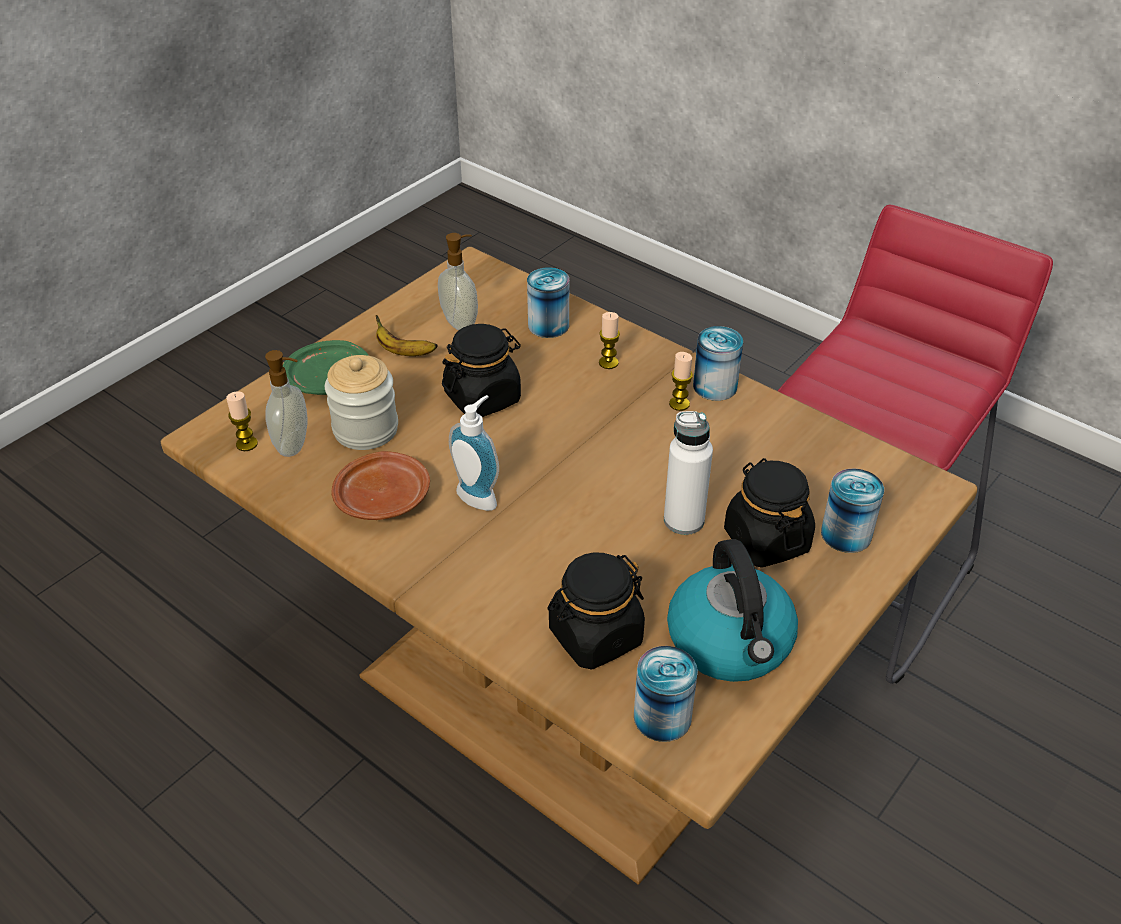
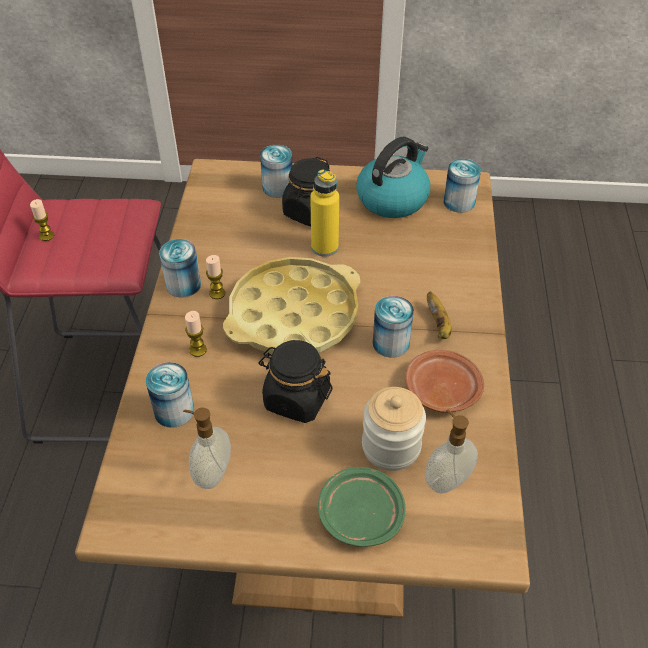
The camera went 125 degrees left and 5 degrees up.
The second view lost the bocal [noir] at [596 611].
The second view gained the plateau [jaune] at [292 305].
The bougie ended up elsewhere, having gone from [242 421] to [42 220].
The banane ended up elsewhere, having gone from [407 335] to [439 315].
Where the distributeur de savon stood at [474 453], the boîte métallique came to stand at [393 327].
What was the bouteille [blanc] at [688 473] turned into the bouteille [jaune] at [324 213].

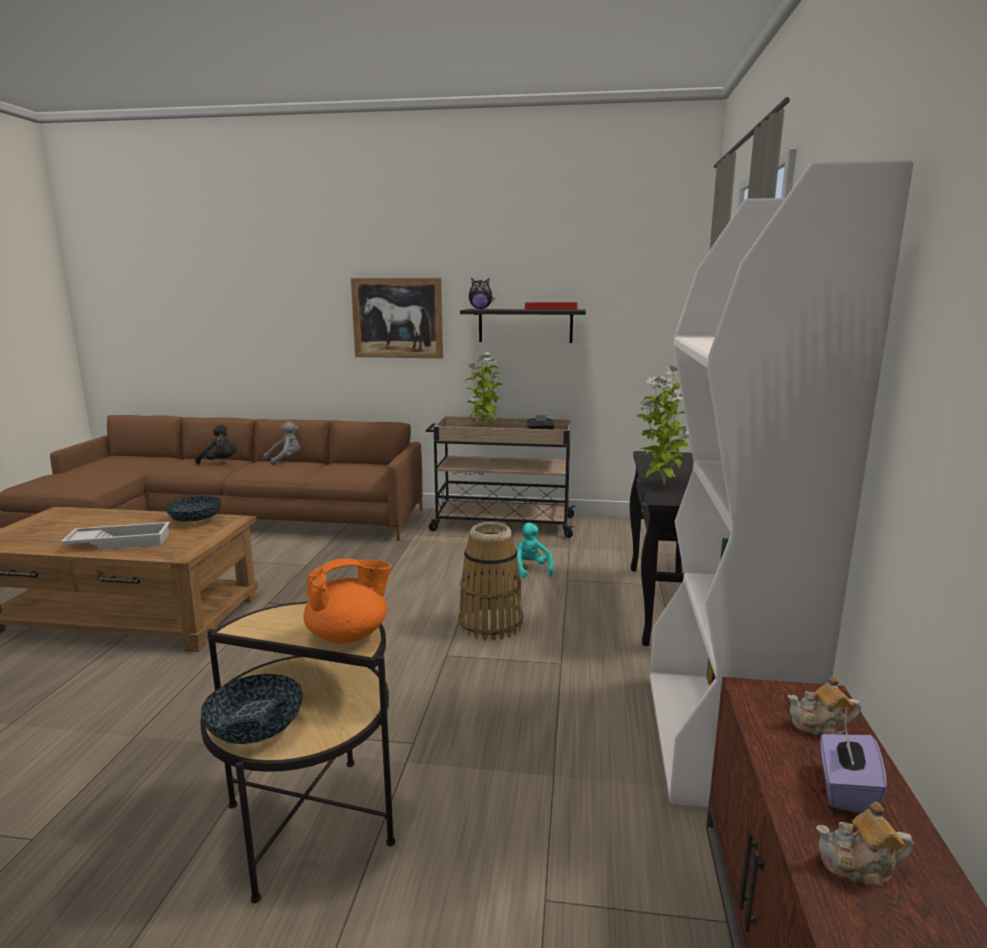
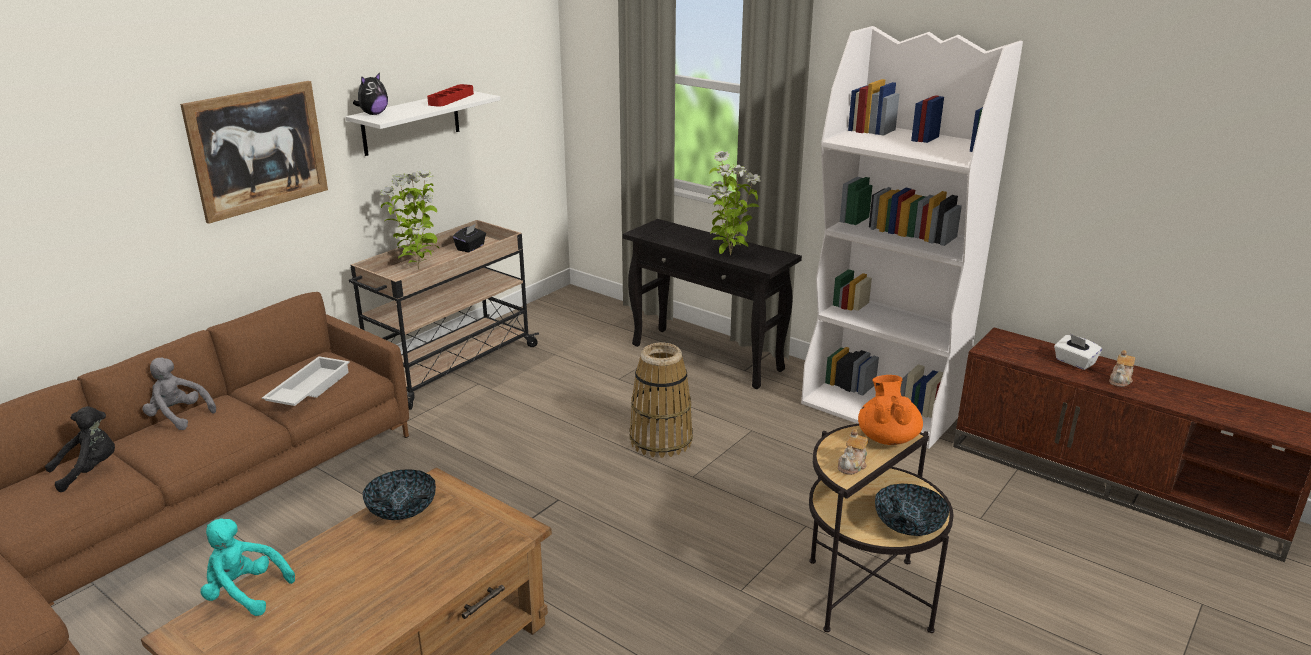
The camera went 60 degrees left and 10 degrees up.
The plateau [blanc] ended up elsewhere, having gone from [115 536] to [306 381].
The peluche [turquoise] ended up elsewhere, having gone from [535 550] to [248 567].
The théière ended up elsewhere, having gone from [824 705] to [853 452].
What was the étagère [noir] at [523 326] turned into the étagère [blanc] at [423 123].
What was the boîte à mouchoirs [violet] at [853 769] turned into the boîte à mouchoirs [blanc] at [1078 352].
The peluche [gris] at [281 443] ended up facing another way, 60 degrees counterclockwise from before.

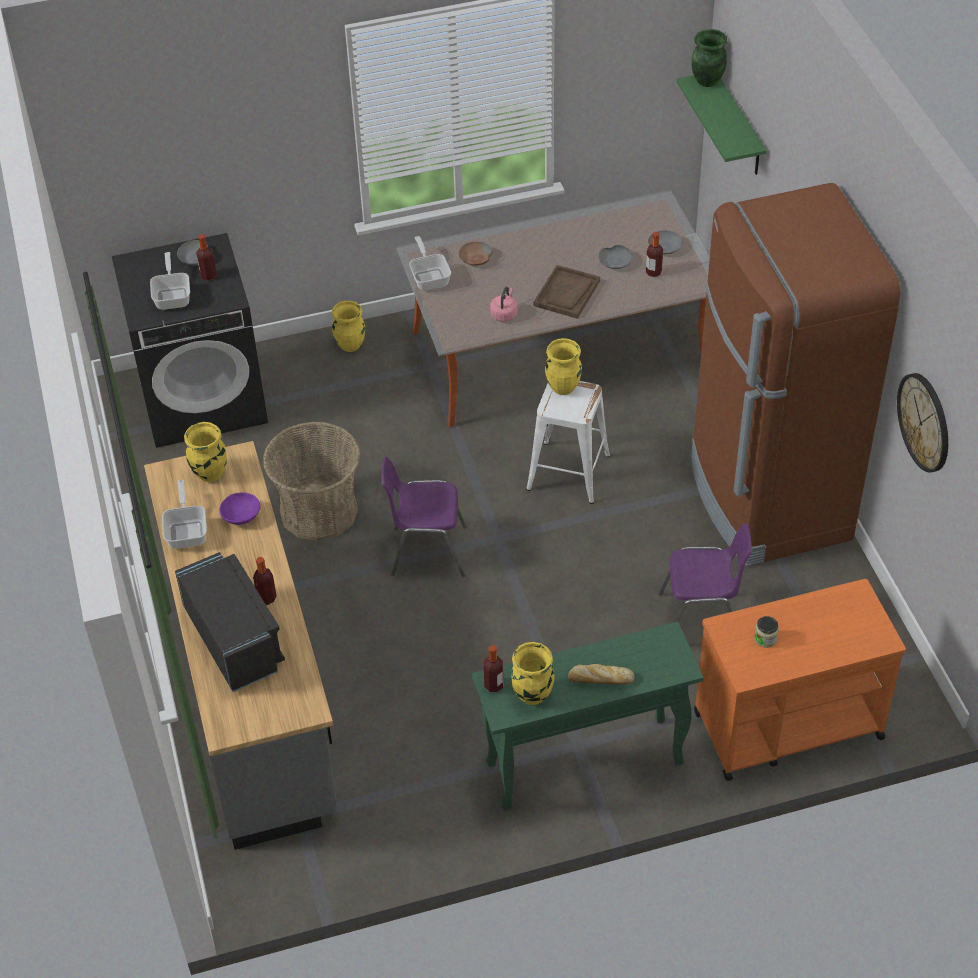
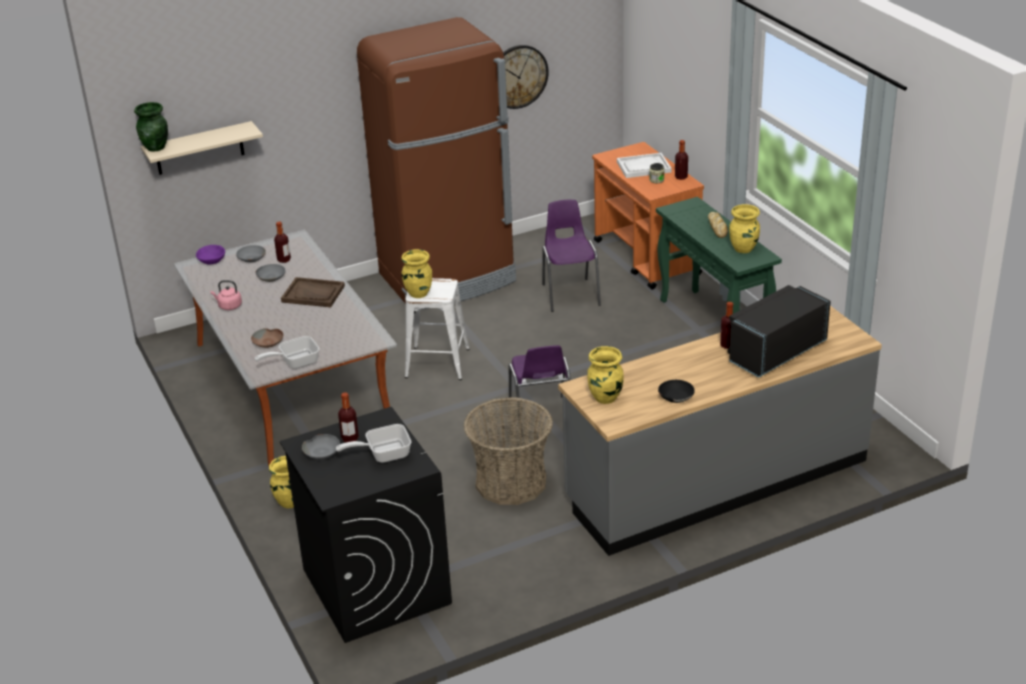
The camera went 100 degrees left and 15 degrees down.
The second view gained the plateau [blanc] at [644 165].
The bol [violet] ended up elsewhere, having gone from [239 509] to [210 255].
The bouteille ended up elsewhere, having gone from [493 668] to [681 160].
The bouilloire [rose] ended up elsewhere, having gone from [504 304] to [226 295].
Where the poêle stood at [184 514], the bol [noir] came to stand at [676 391].
What was the étagère [vert] at [721 125] turned into the étagère [beige] at [202 148].

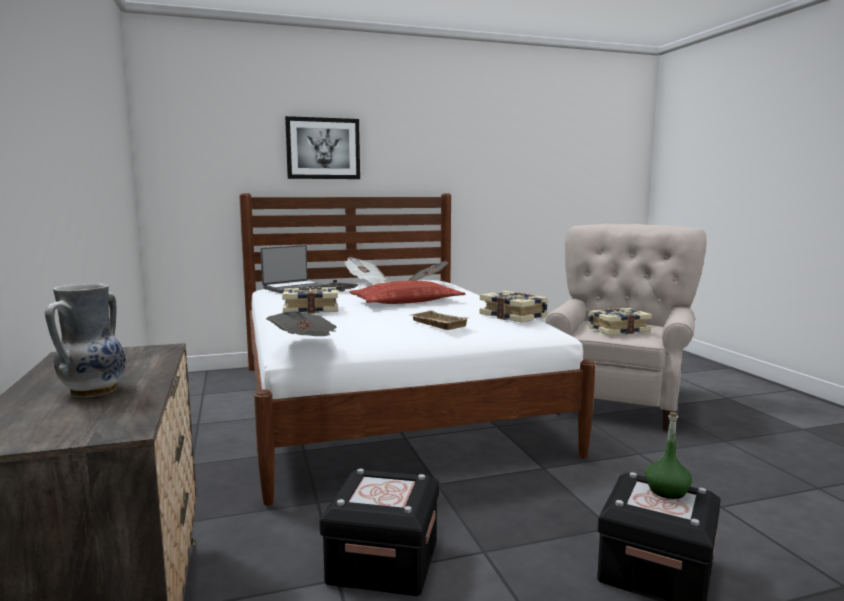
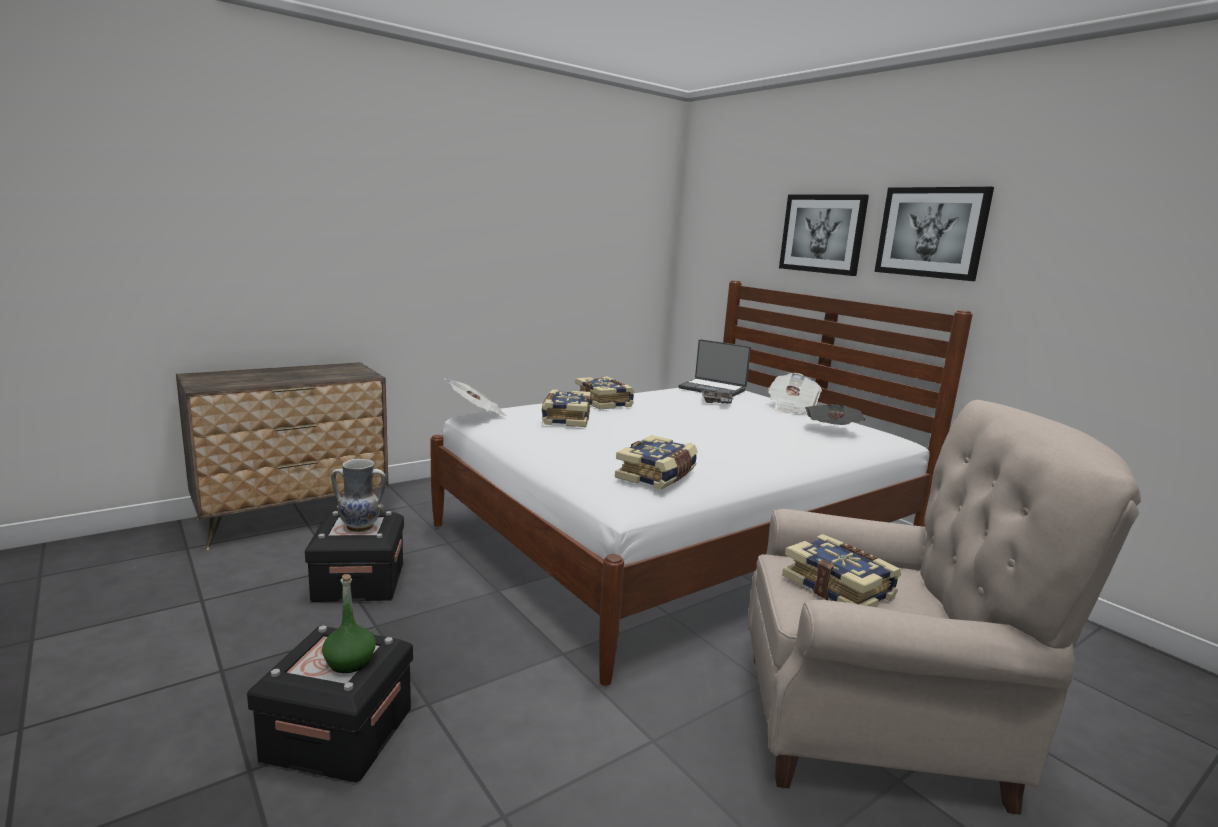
The camera went 70 degrees right and 5 degrees up.
The second view lost the coussin at [407 292].
The second view lost the plateau [beige] at [440 320].
The second view gained the livre at [566 408].
The second view gained the tableau at [934 234].
The vase ended up elsewhere, having gone from [85 340] to [358 495].

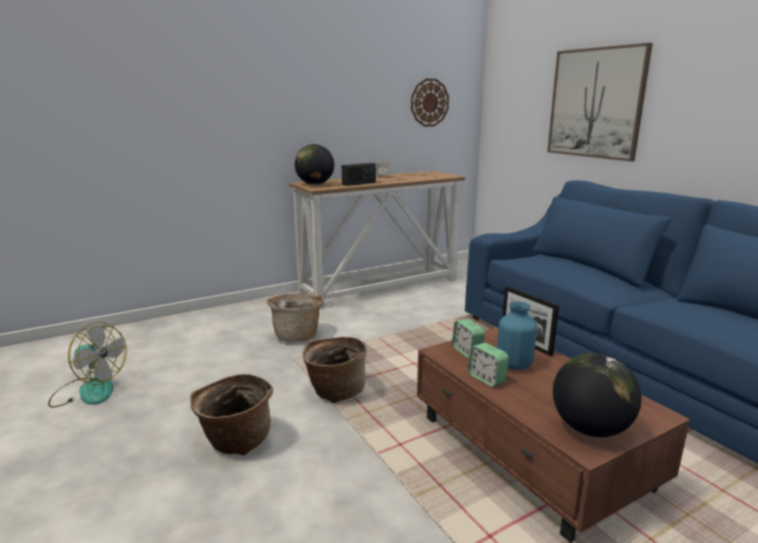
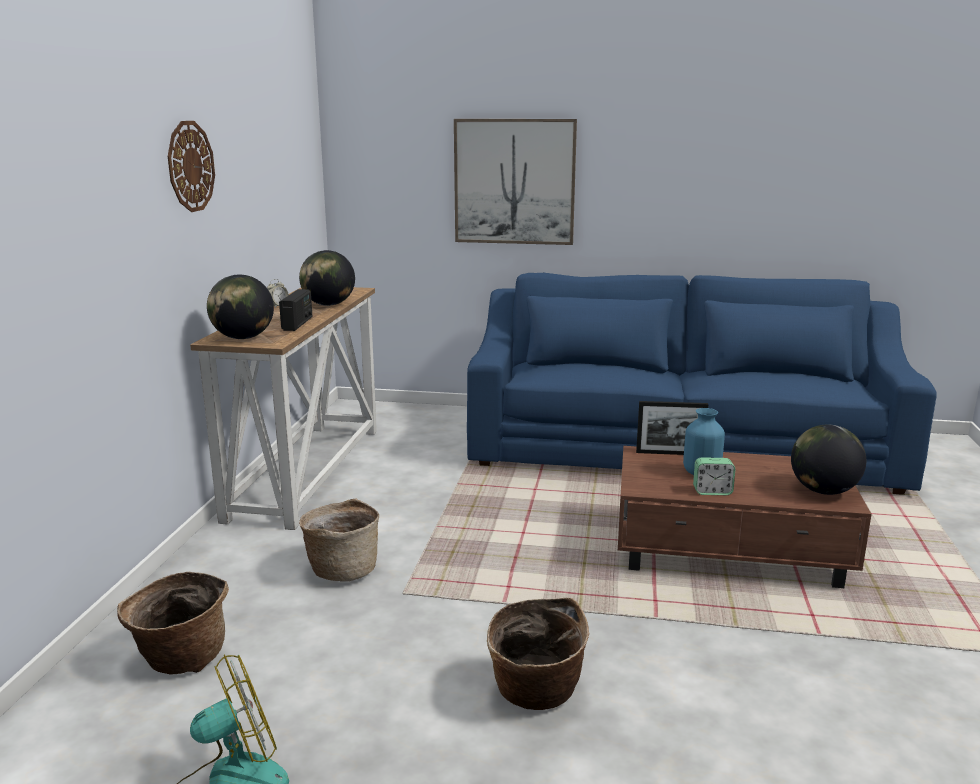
The camera went 50 degrees left and 0 degrees up.
The second view lost the réveil at [468 338].
The second view gained the globe at [327 278].
The panier ended up elsewhere, having gone from [334 370] to [173 623].
The horloge murale ended up elsewhere, having gone from [430 103] to [191 166].

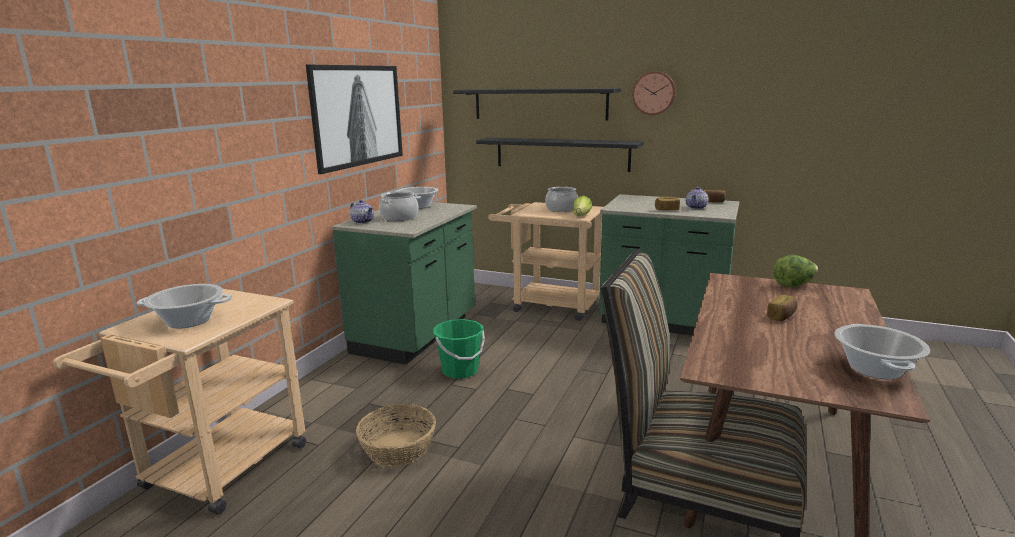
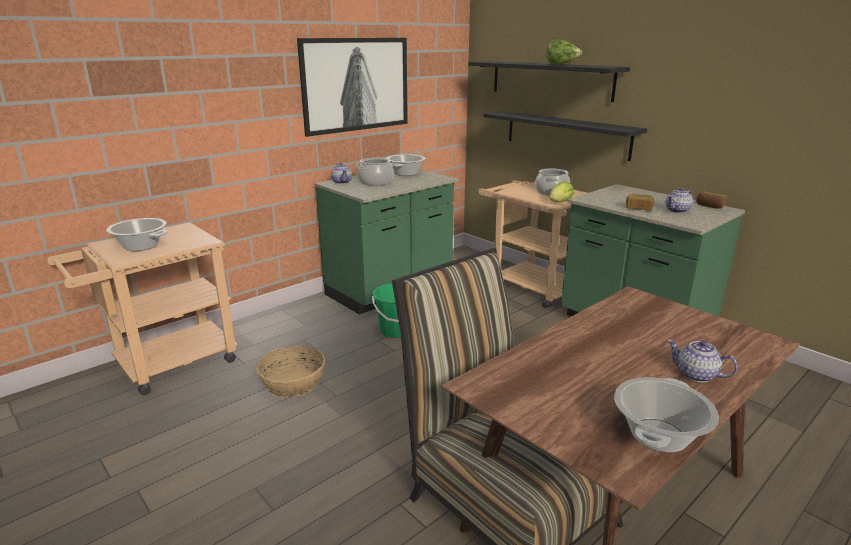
The camera went 25 degrees right and 5 degrees up.
The second view lost the horloge murale at [654 93].
The second view lost the pain at [782 308].
The second view gained the théière at [702 361].
The laitue ended up elsewhere, having gone from [795 271] to [564 52].

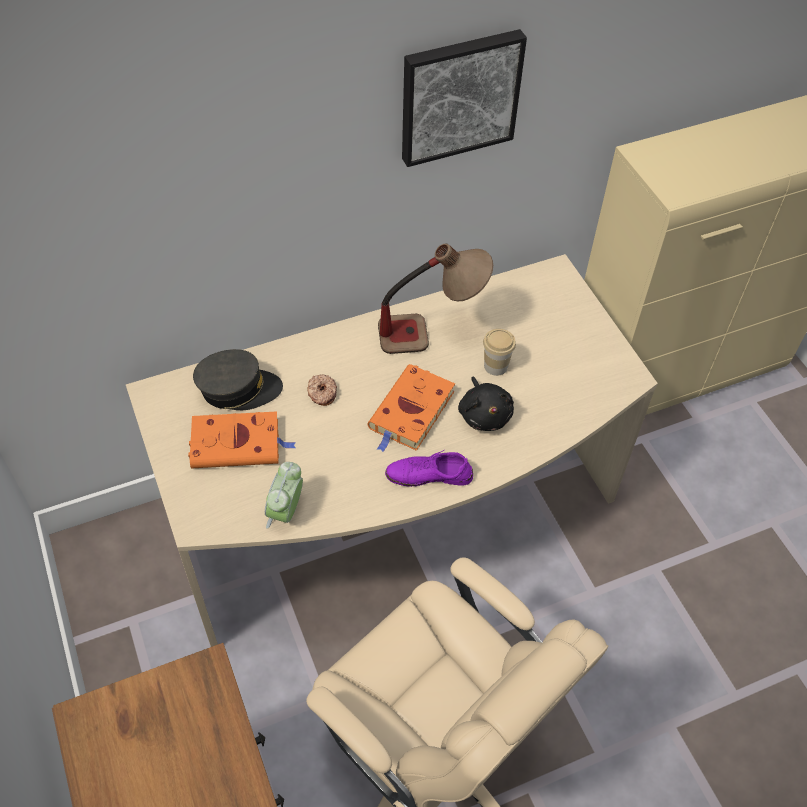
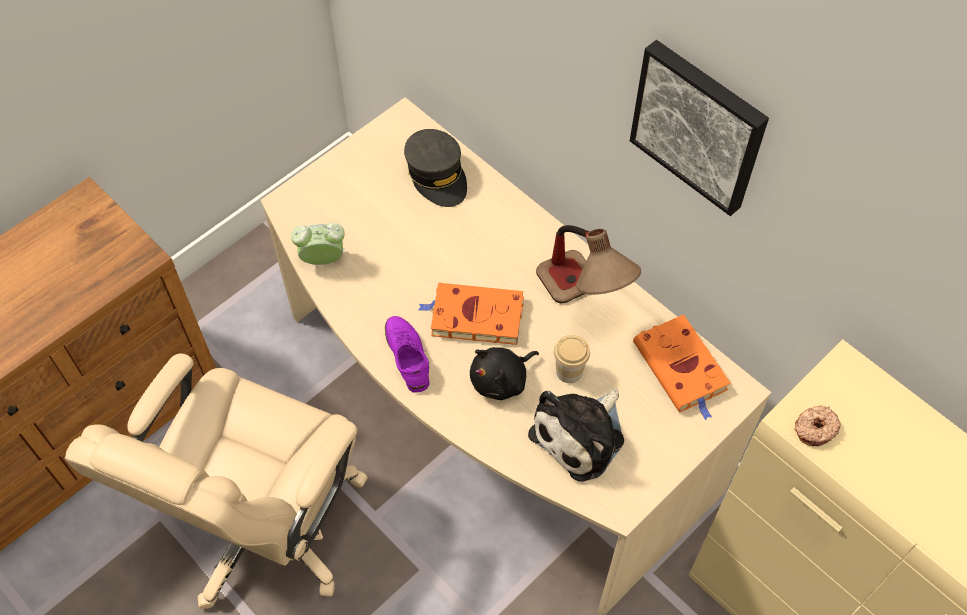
The camera went 70 degrees right and 5 degrees up.
The second view gained the peluche at [576 435].
The livre [orange] ended up elsewhere, having gone from [242 440] to [682 367].
The beignet ended up elsewhere, having gone from [322 390] to [817 425].

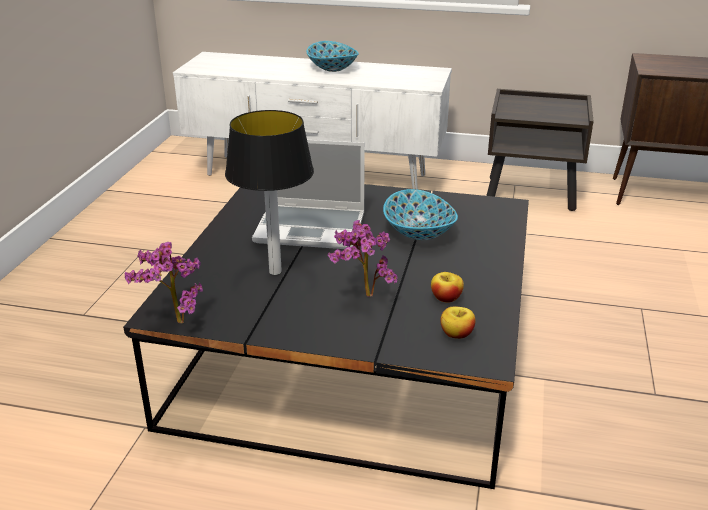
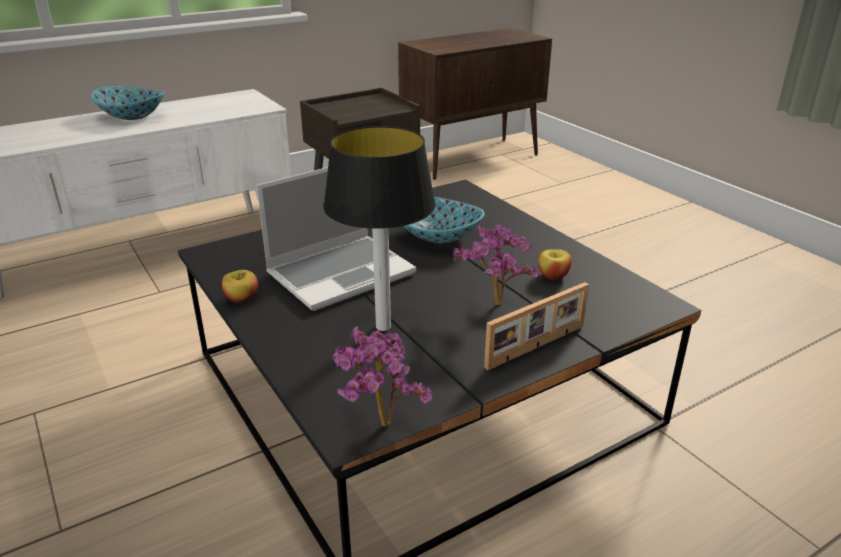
The camera went 45 degrees left and 0 degrees up.
The second view gained the cadre photo at [536 326].
The pomme ended up elsewhere, having gone from [457 323] to [240 286].

